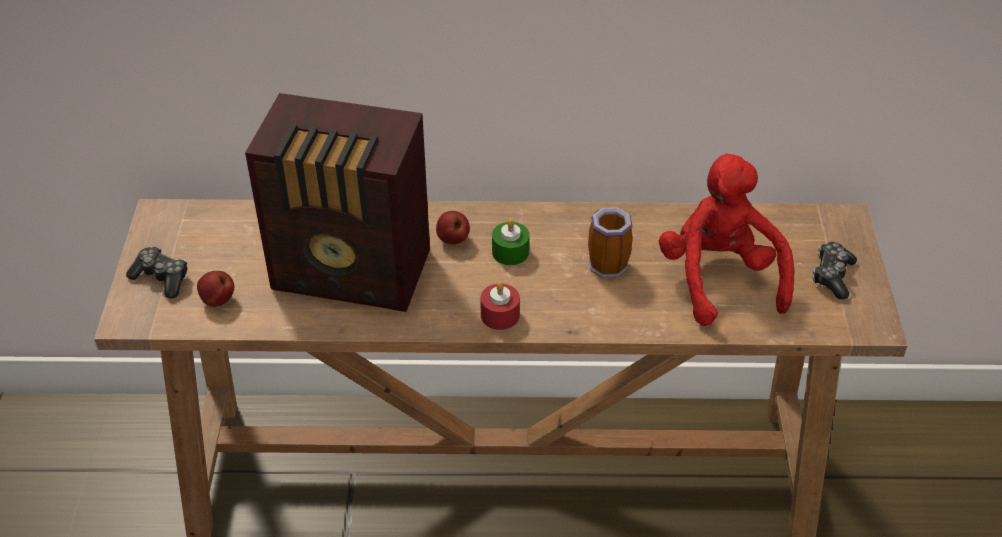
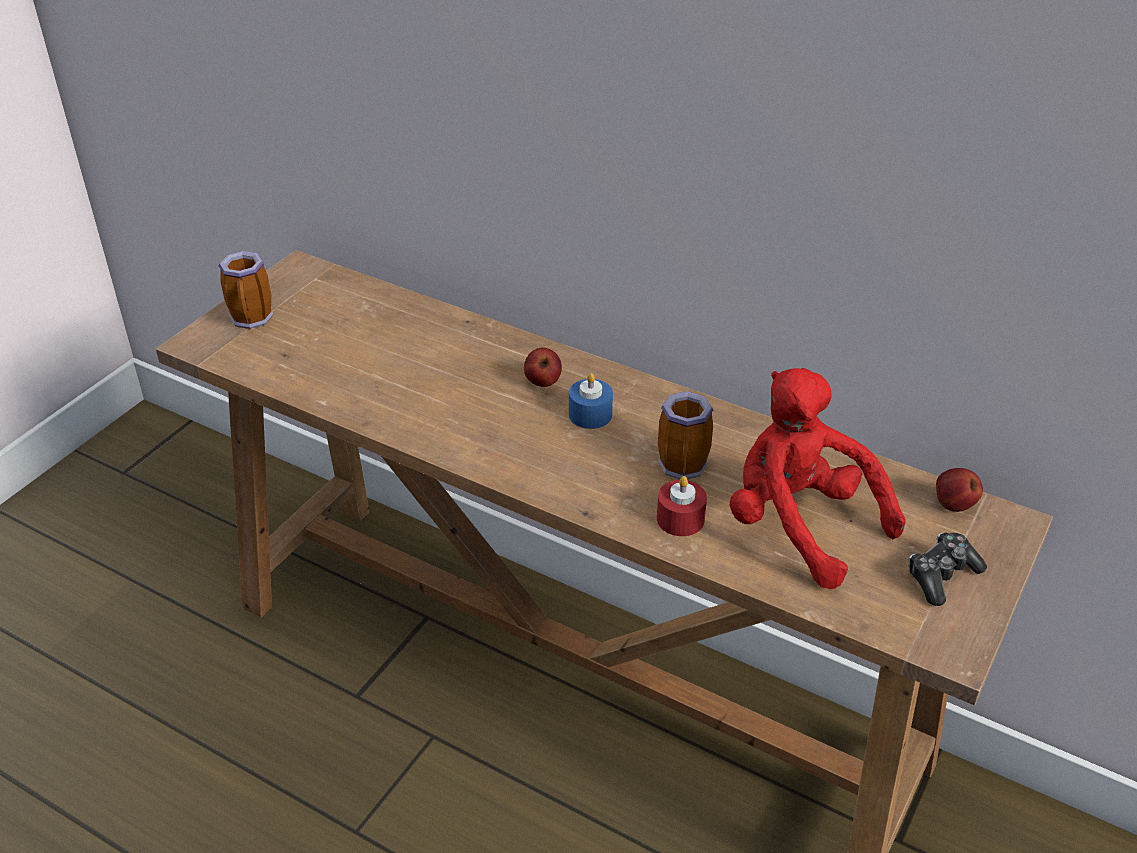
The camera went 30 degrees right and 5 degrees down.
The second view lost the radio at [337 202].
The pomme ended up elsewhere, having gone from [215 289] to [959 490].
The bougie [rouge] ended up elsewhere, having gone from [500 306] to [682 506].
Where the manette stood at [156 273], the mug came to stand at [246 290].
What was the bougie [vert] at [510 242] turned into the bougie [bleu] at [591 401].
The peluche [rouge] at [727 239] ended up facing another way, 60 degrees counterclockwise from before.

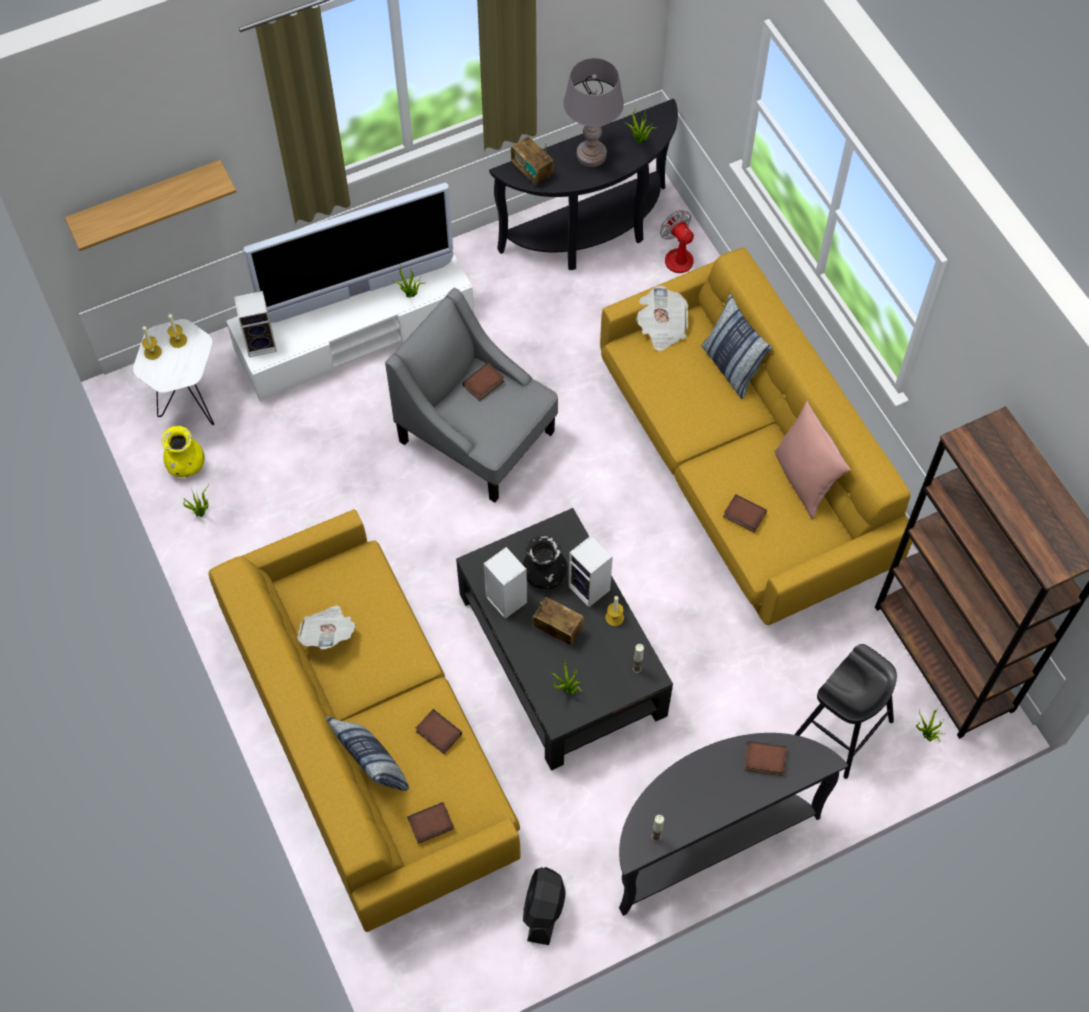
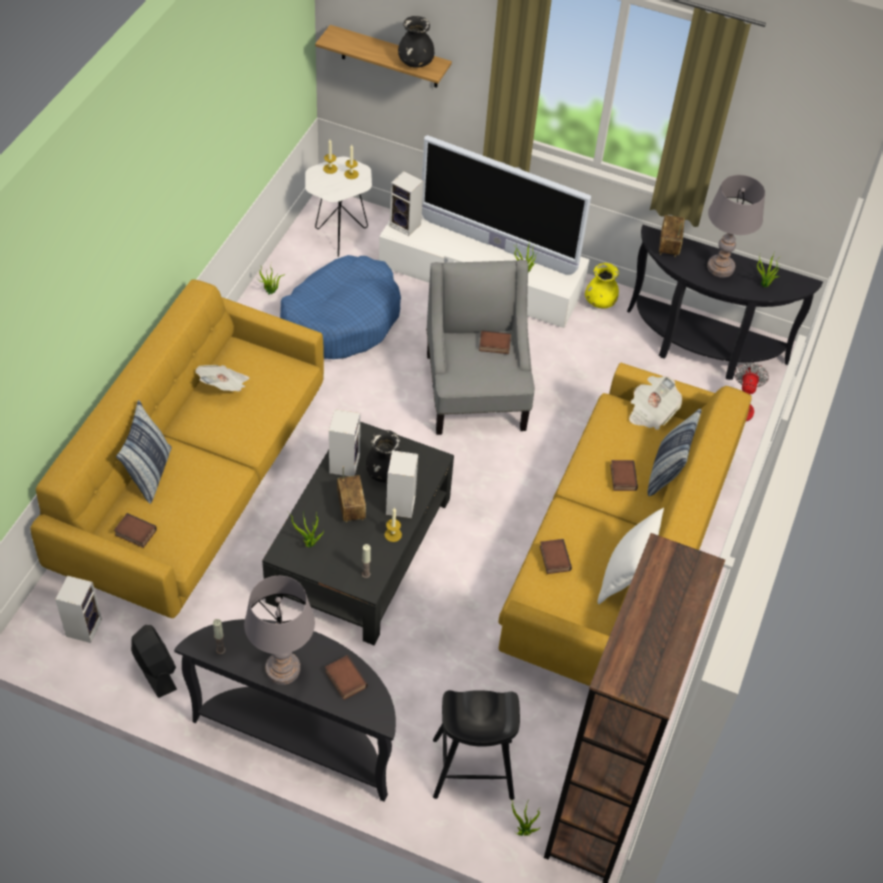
The camera went 45 degrees right and 10 degrees down.
The second view gained the enceinte at [78 609].
The second view gained the lampe de table [gris] at [279 630].
The second view gained the panier pour chien [bleu] at [340 307].
The second view gained the vase [noir] at [416 42].
The vase [jaune] ended up elsewhere, having gone from [183 451] to [602 286].
The livre ended up elsewhere, having gone from [438 731] to [624 475].
What was the coussin [rose] at [812 459] turned into the coussin [blanc] at [631 556].
The ventilateur [noir] at [544 906] ended up facing another way, 90 degrees clockwise from before.

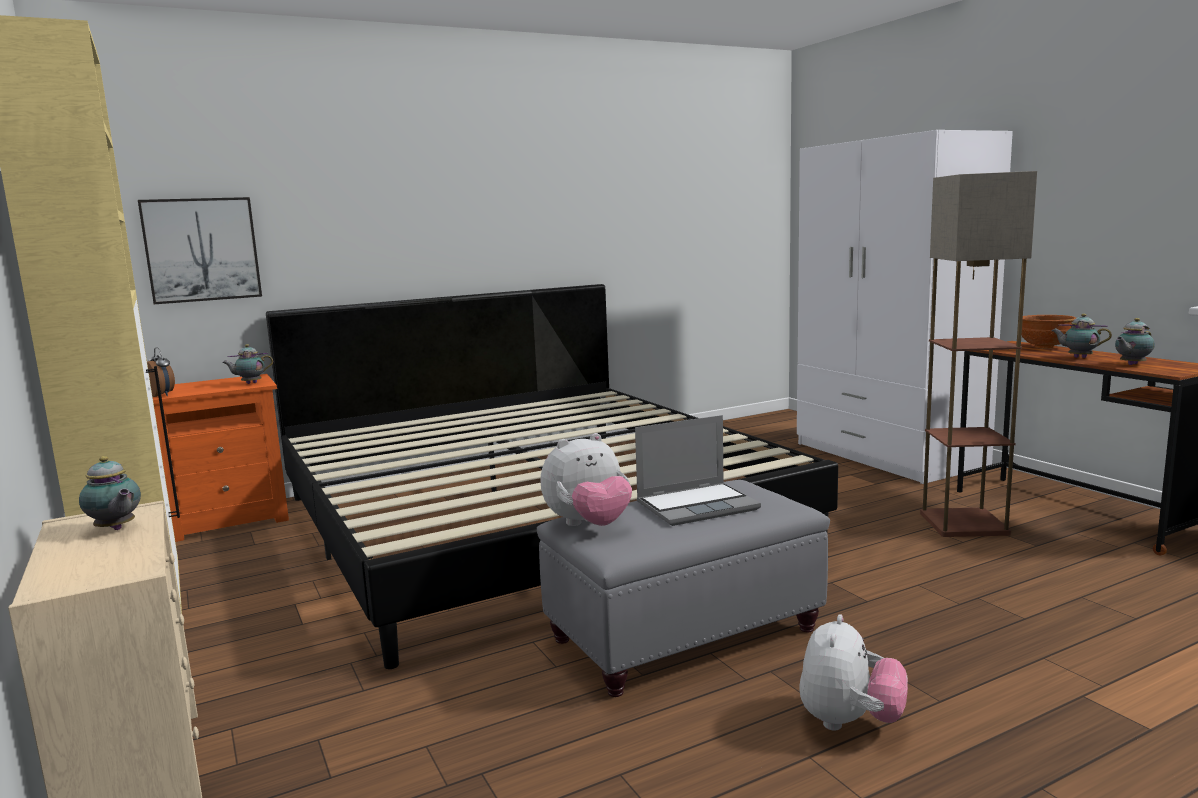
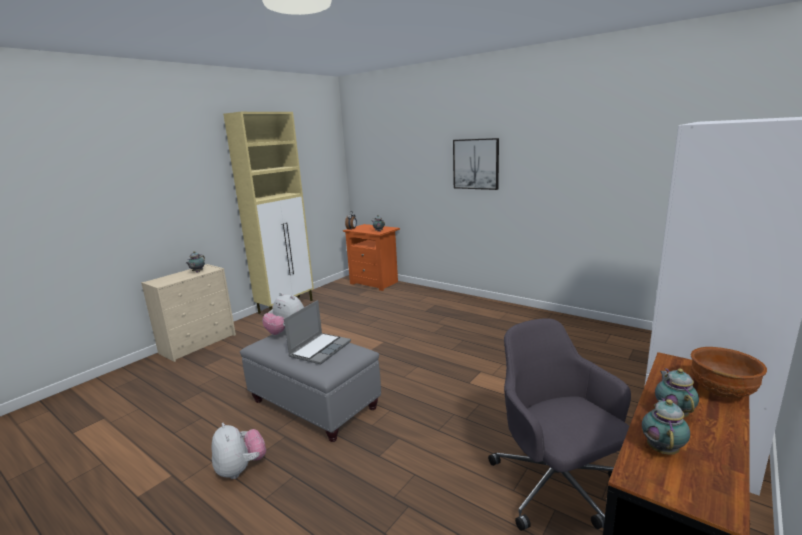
The camera went 65 degrees right and 5 degrees up.
The second view lost the lit at [552 476].
The tableau ended up elsewhere, having gone from [200 250] to [476 164].
Where the lampadaire stood at [978 354], the chaise de bureau [gris] came to stand at [559 424].
The ordinateur portable at [698 470] ended up facing another way, 105 degrees counterclockwise from before.
The peluche at [853 672] ended up facing another way, 120 degrees counterclockwise from before.
The théière at [1135 341] ended up facing another way, 75 degrees clockwise from before.

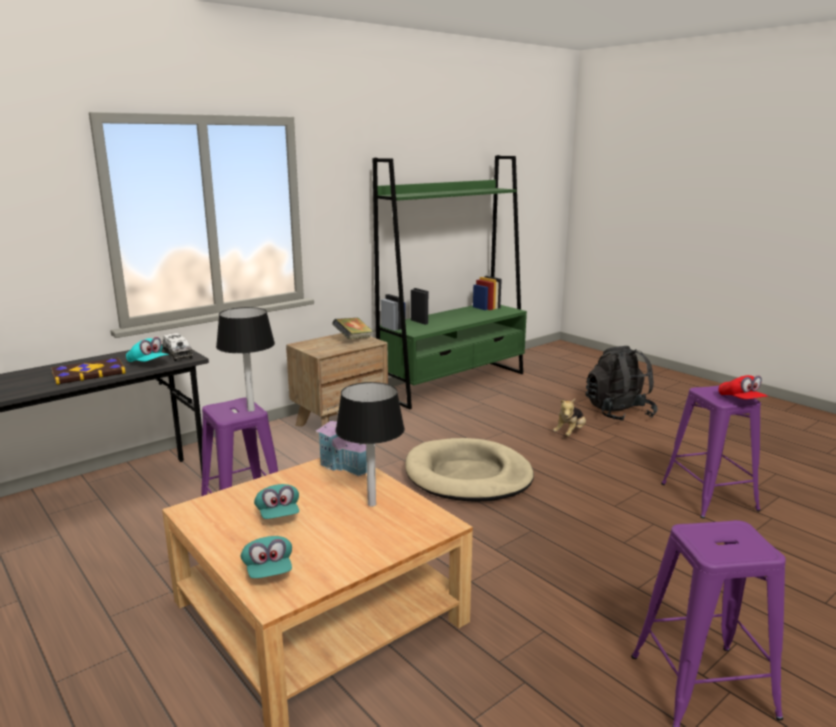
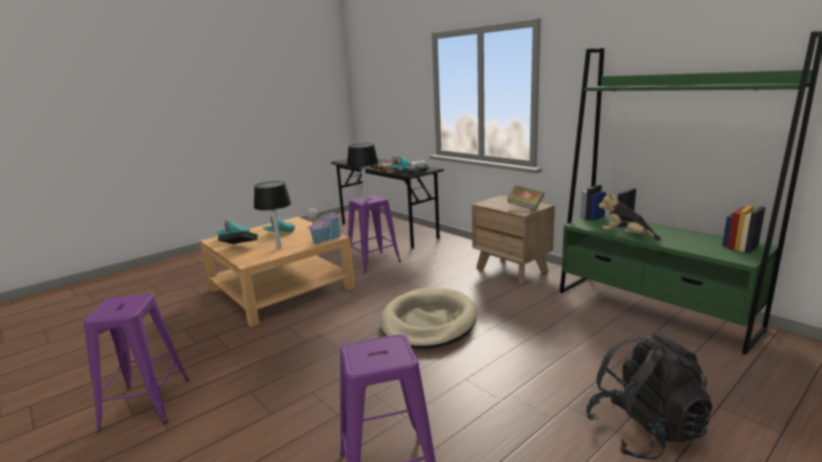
The camera went 90 degrees right and 0 degrees up.
The second view lost the casquette [rouge] at [743 387].
The second view gained the livre at [238 237].
The peluche ended up elsewhere, having gone from [569 417] to [629 216].

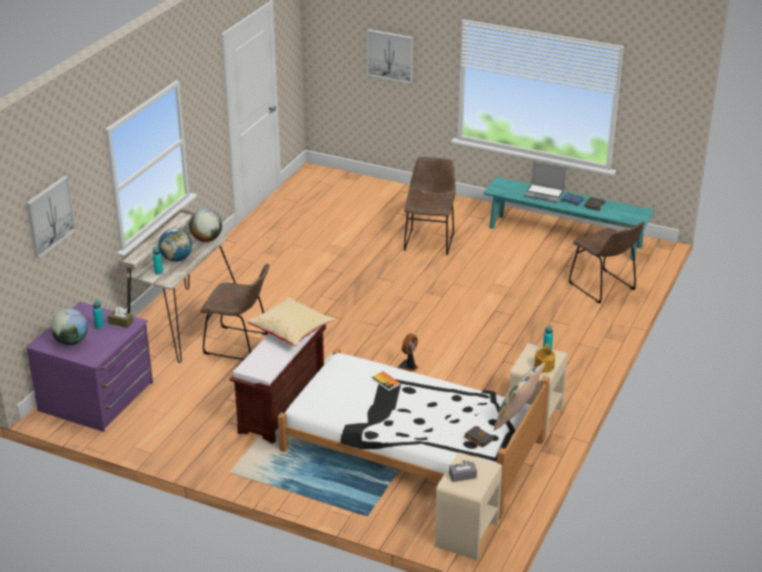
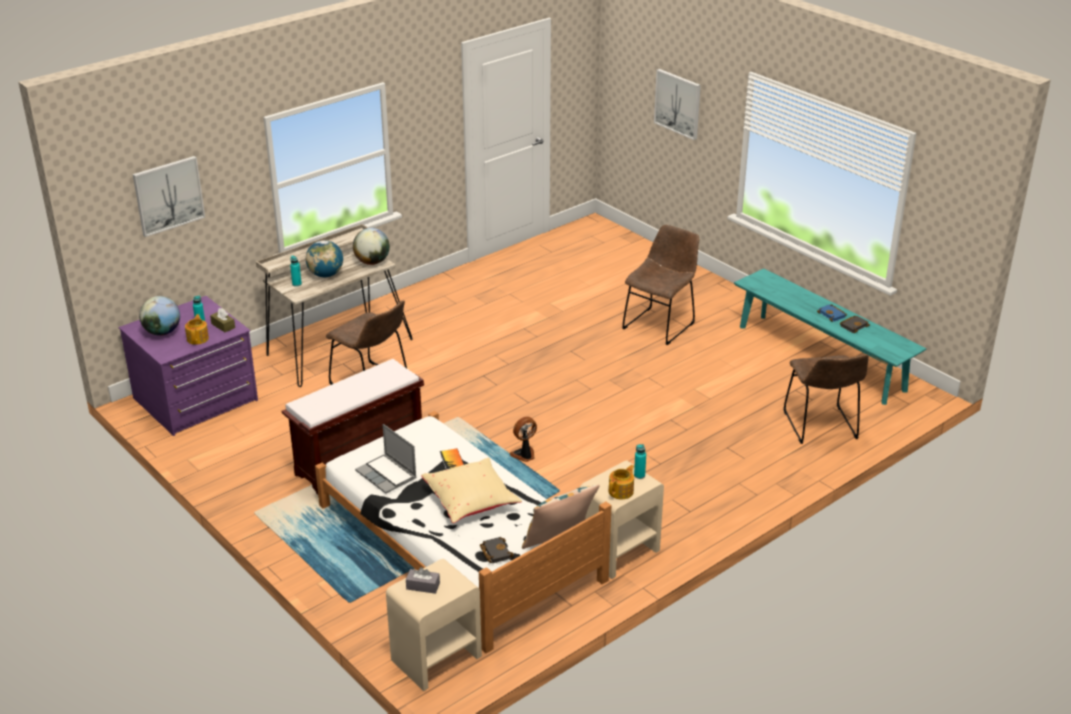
The camera went 25 degrees right and 0 degrees up.
The second view gained the théière at [197 329].
The coussin [beige] ended up elsewhere, having gone from [291 321] to [471 490].
The ordinateur portable ended up elsewhere, having gone from [545 182] to [386 459].

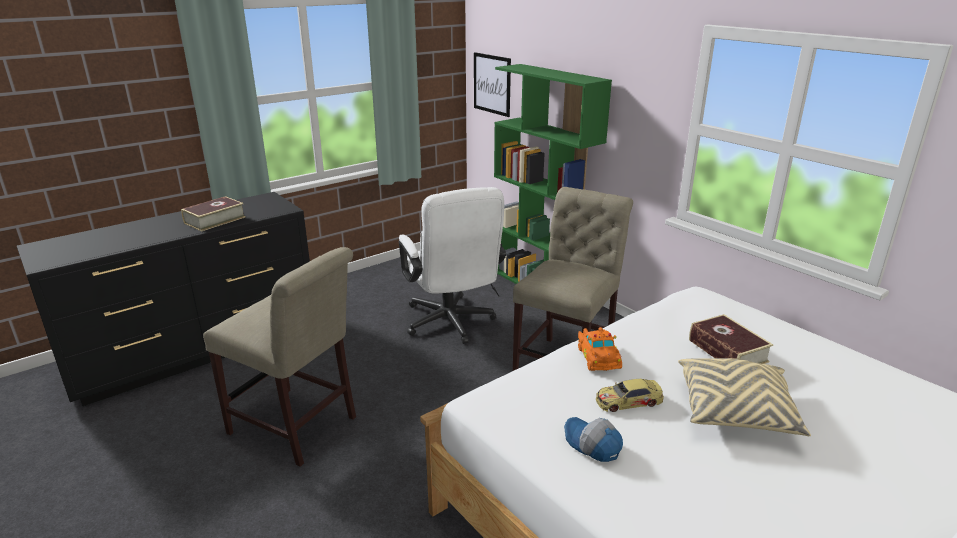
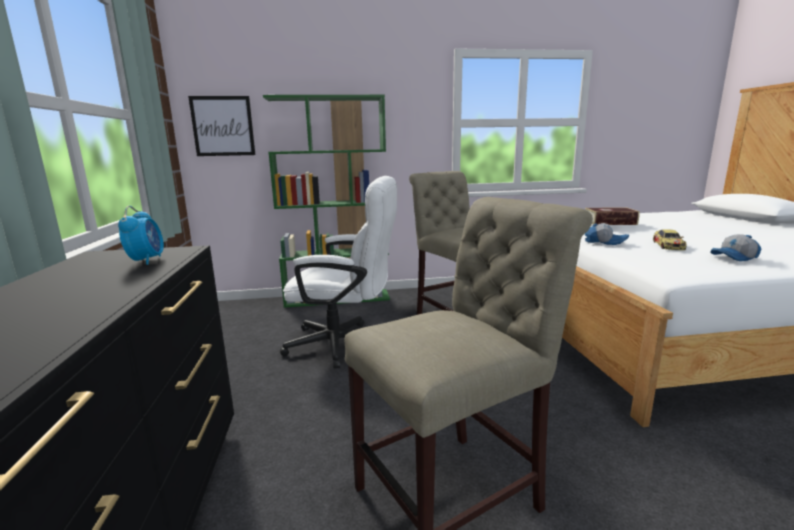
The camera went 60 degrees left and 10 degrees down.
The second view lost the livre at [213 214].
The second view lost the coussin [beige] at [744 397].
The second view gained the réveil at [141 235].
Where the petite voiture [orange] stood at [600 349], the casquette came to stand at [607 234].

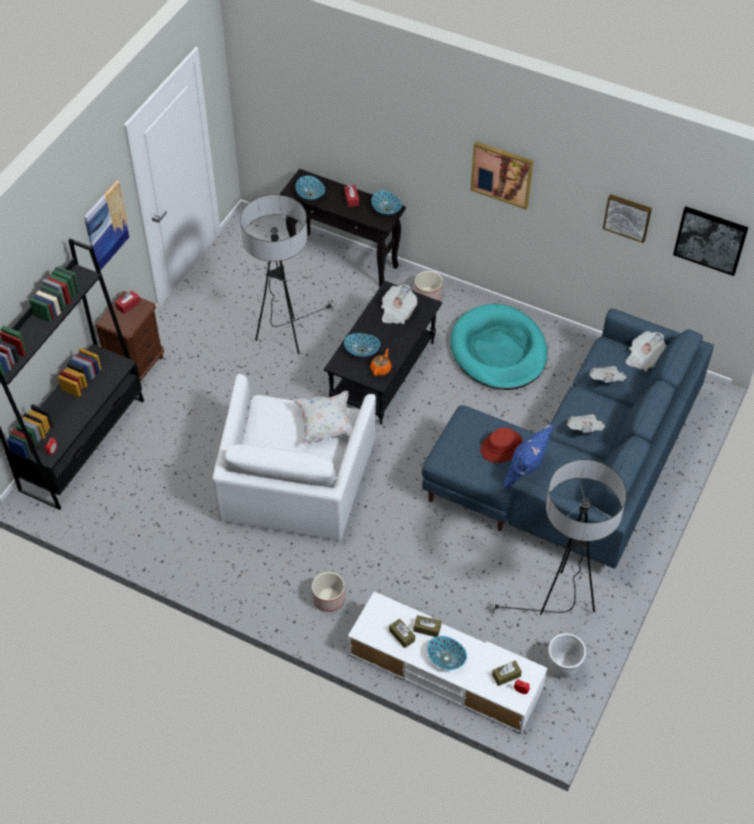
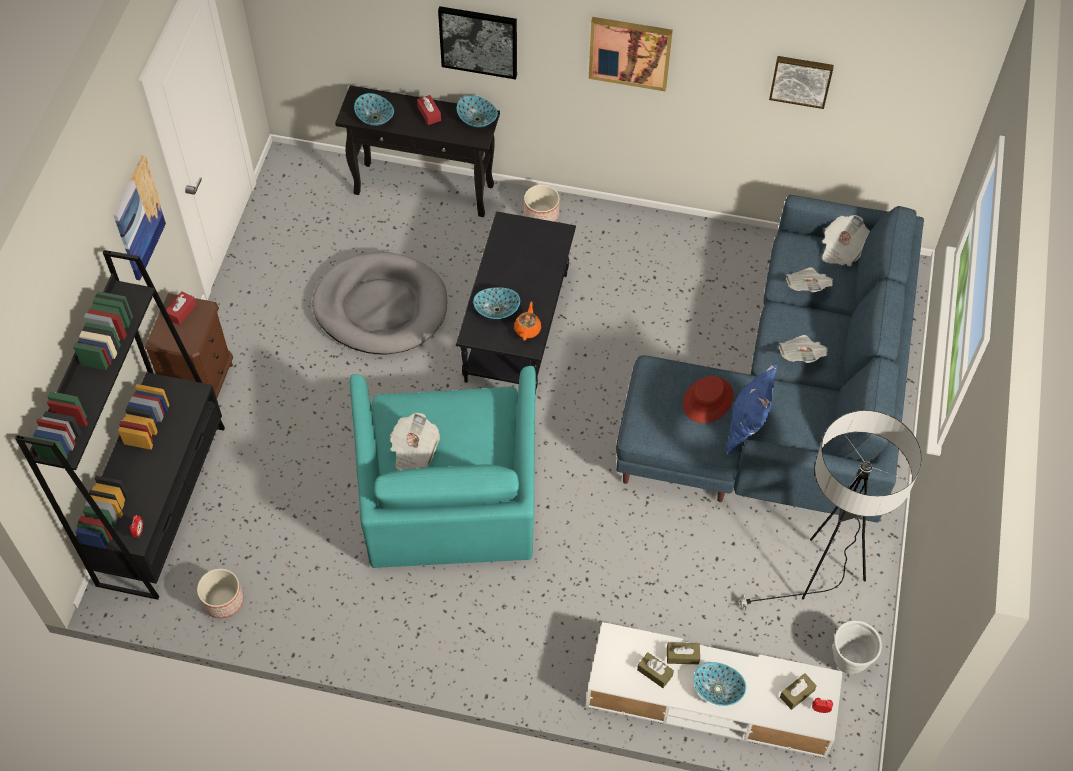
The camera went 15 degrees left and 5 degrees up.
The second view lost the coussin [blanc] at [323 418].
The second view lost the panier pour chien [turquoise] at [498 347].
The cache-pot ended up elsewhere, having gone from [328 592] to [220 594].
The journal ended up elsewhere, having gone from [399 304] to [415 441].
The tableau ended up elsewhere, having gone from [711 241] to [477 42].
Where the lampadaire stood at [288 274], the panier pour chien [gris] came to stand at [379 303].
What was the fauteuil [blanc] at [294 457] turned into the fauteuil [turquoise] at [443 467].

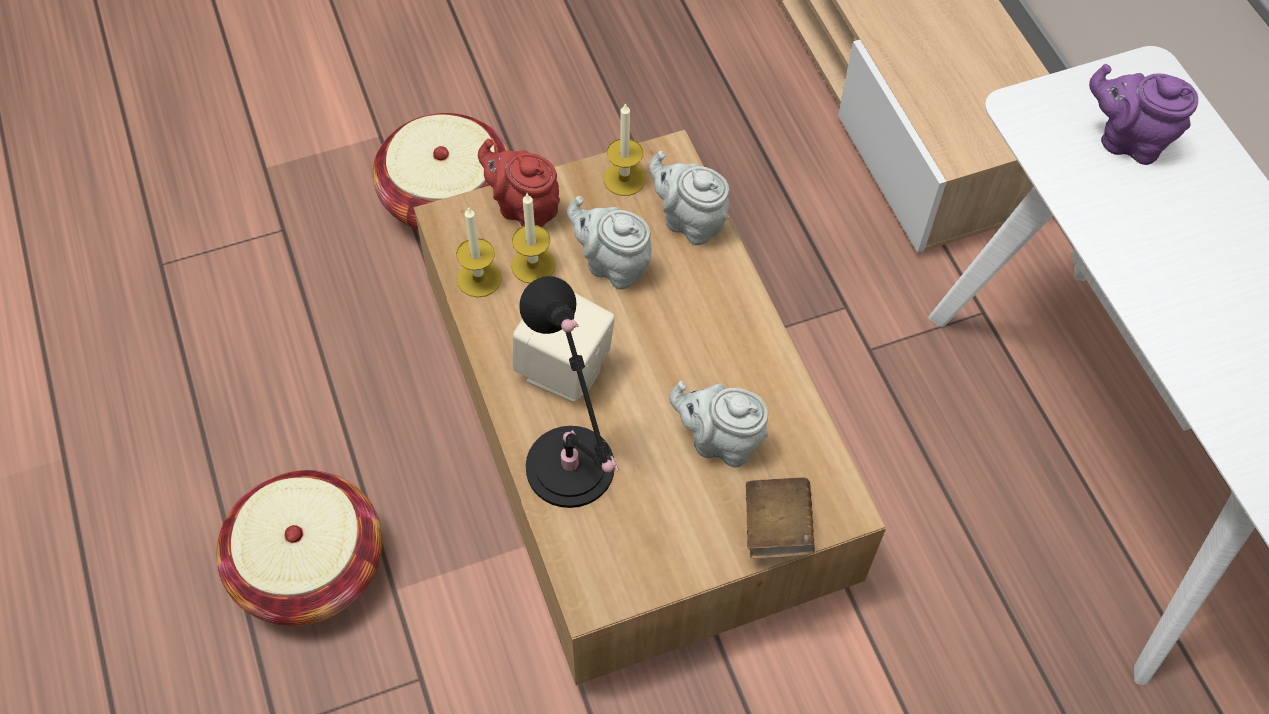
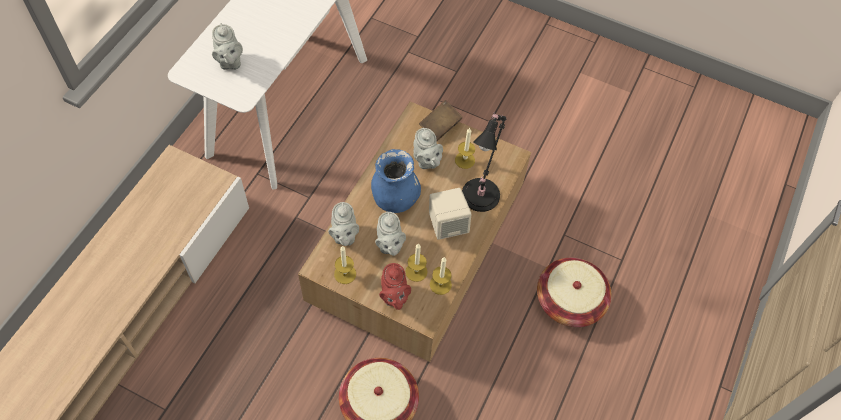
The camera went 135 degrees left and 0 degrees up.
The second view gained the vase [bleu] at [396 181].
The second view gained the bougie at [465 148].
What was the théière [violet] at [1143 114] turned into the théière [gris] at [227 46].

